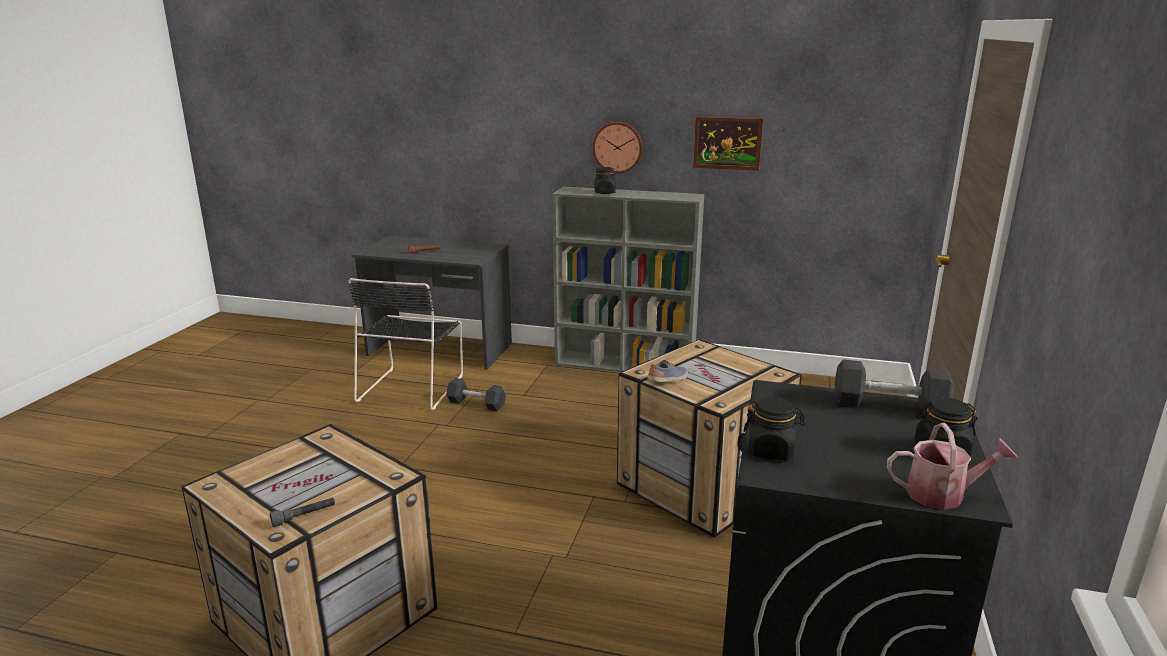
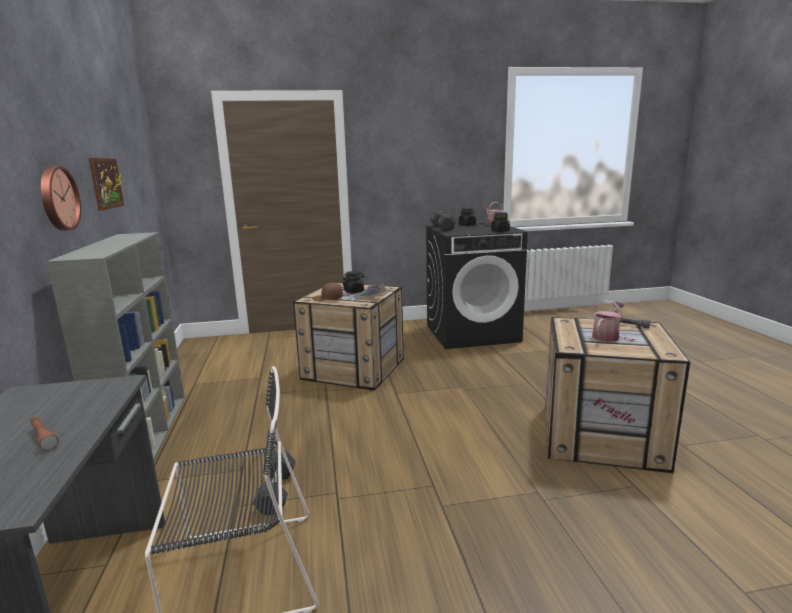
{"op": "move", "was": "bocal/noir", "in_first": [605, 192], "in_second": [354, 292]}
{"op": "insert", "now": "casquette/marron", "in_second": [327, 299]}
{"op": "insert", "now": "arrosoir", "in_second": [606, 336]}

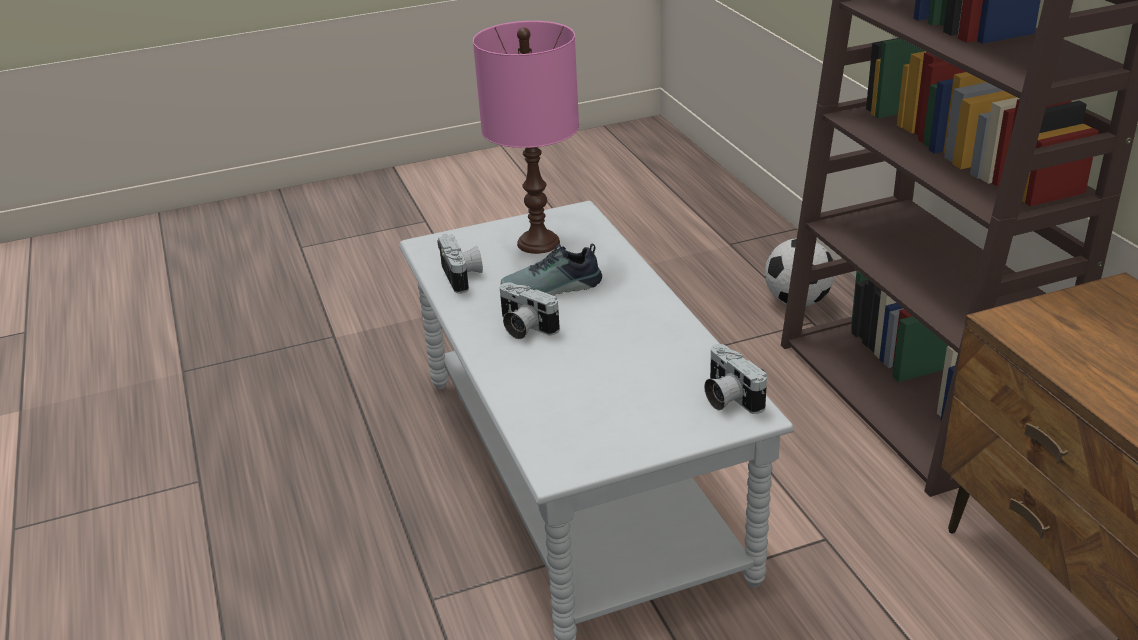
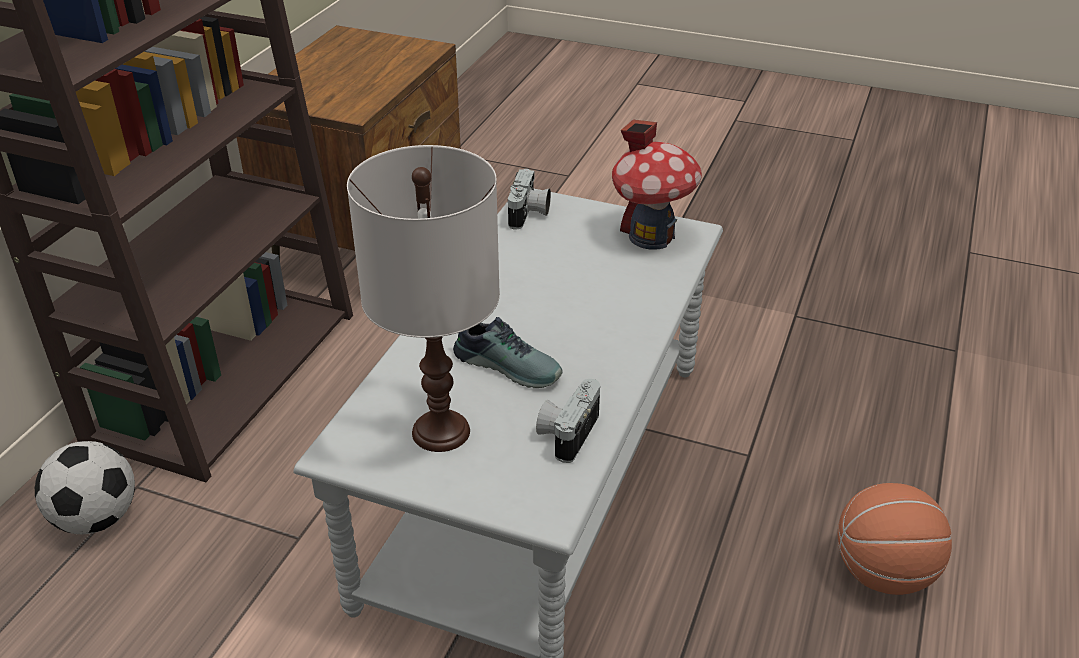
{"op": "recolor", "was": "lampe de table/rose", "now": "lampe de table/blanc", "in_first": [538, 242], "in_second": [440, 432]}
{"op": "delete", "was": "appareil photo", "in_first": [524, 327]}
{"op": "insert", "now": "maison miniature", "in_second": [651, 236]}
{"op": "insert", "now": "ballon de basket", "in_second": [884, 573]}

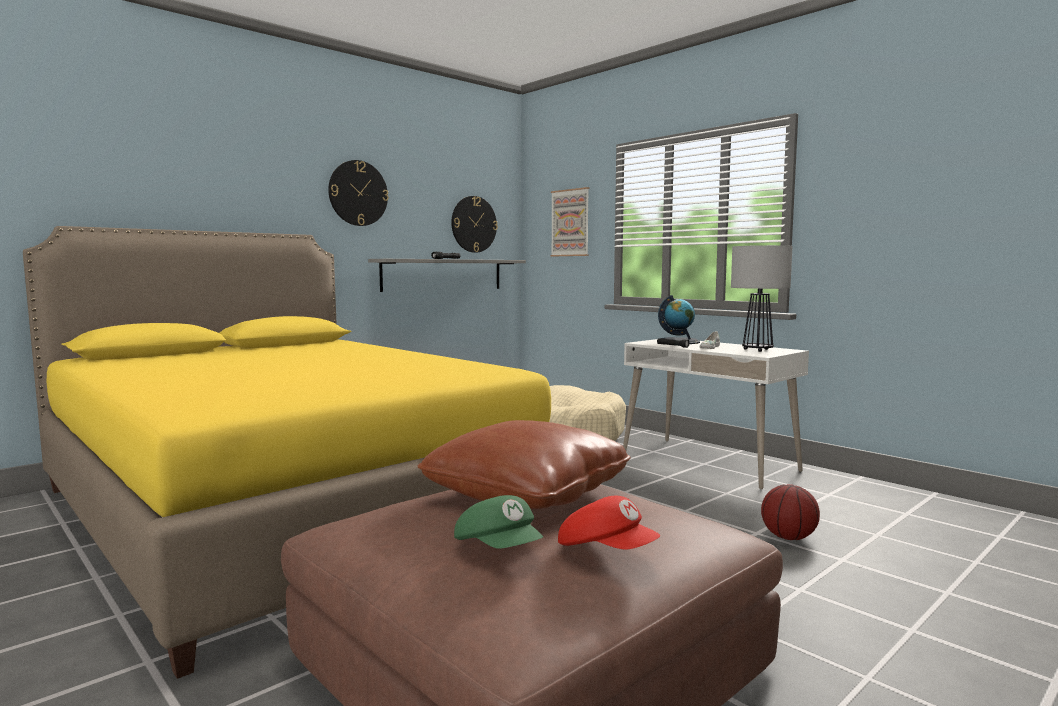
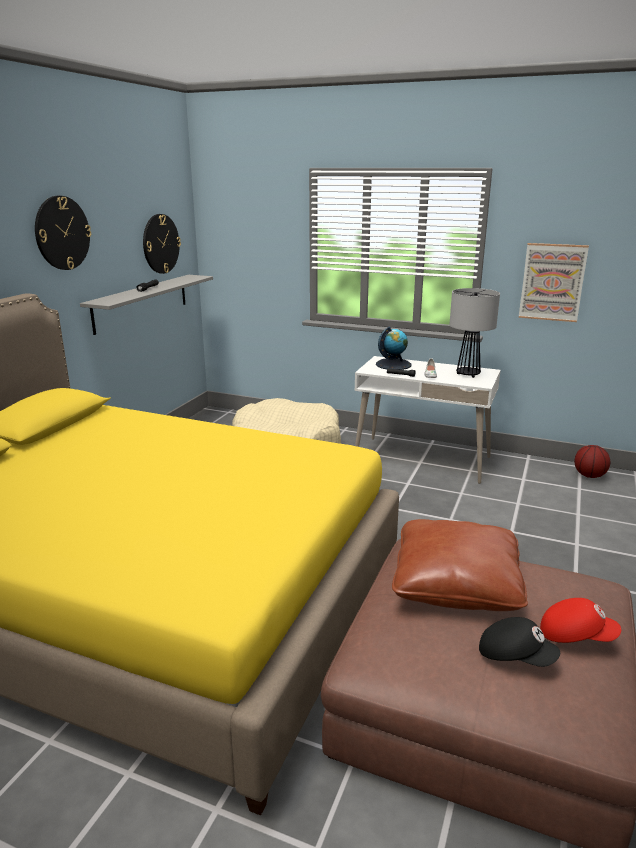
{"op": "recolor", "was": "casquette/vert", "now": "casquette/noir", "in_first": [500, 549], "in_second": [515, 656]}
{"op": "move", "was": "tableau", "in_first": [570, 223], "in_second": [552, 282]}
{"op": "move", "was": "ballon de basket", "in_first": [788, 537], "in_second": [589, 475]}

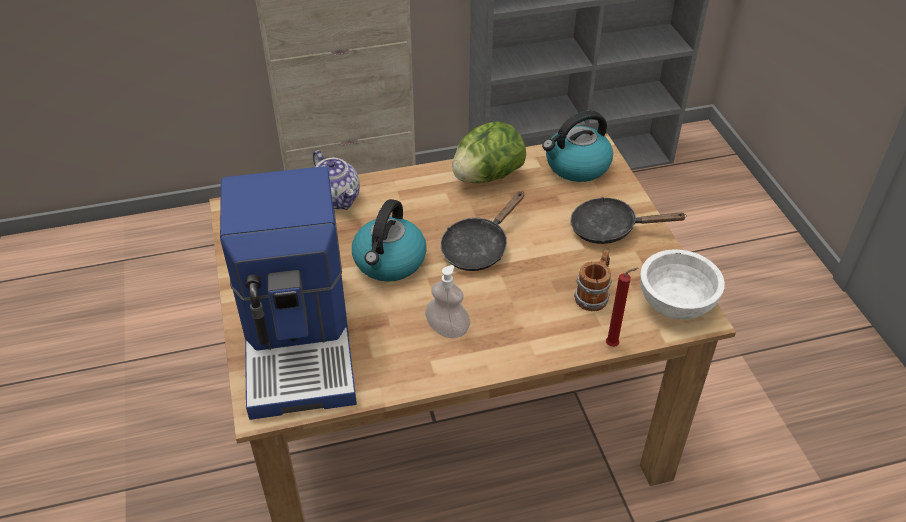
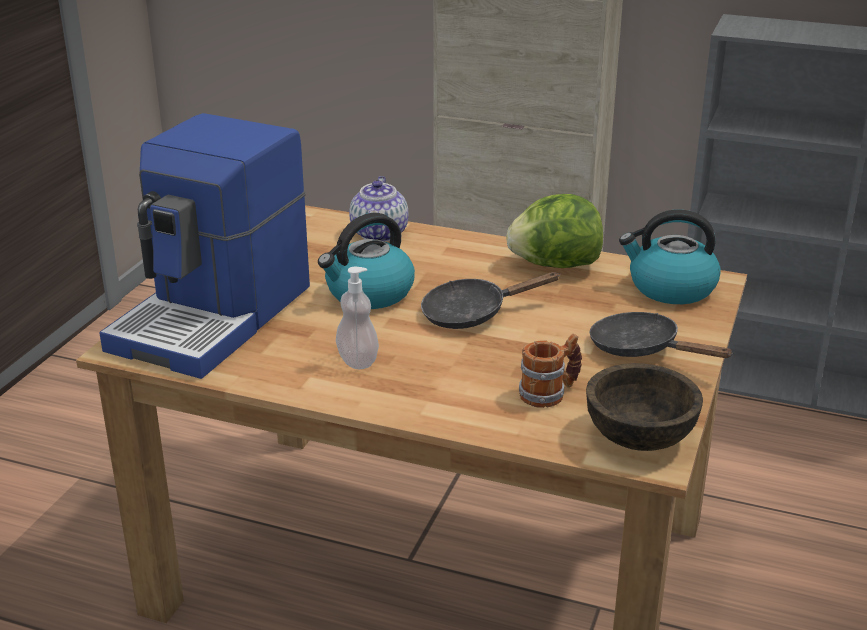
{"op": "delete", "was": "bougie/rouge", "in_first": [614, 345]}
{"op": "recolor", "was": "bol/blanc", "now": "bol/marron", "in_first": [675, 303], "in_second": [638, 436]}

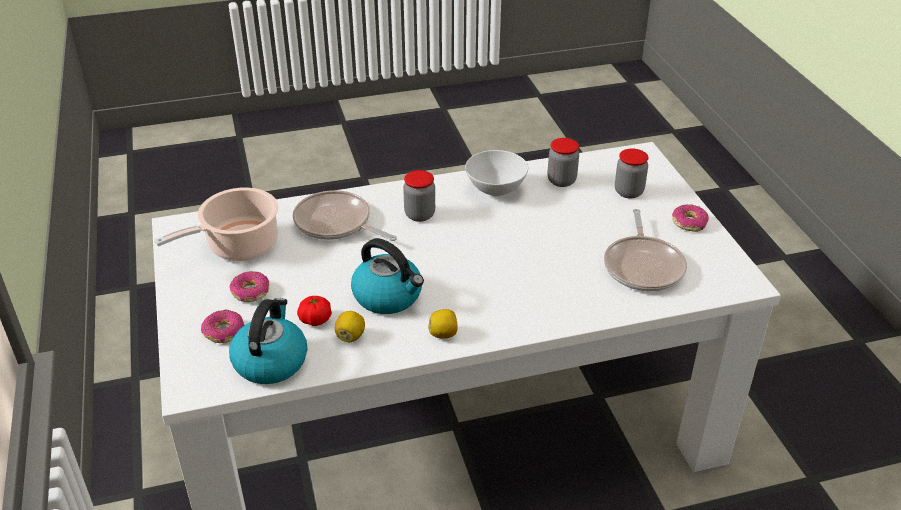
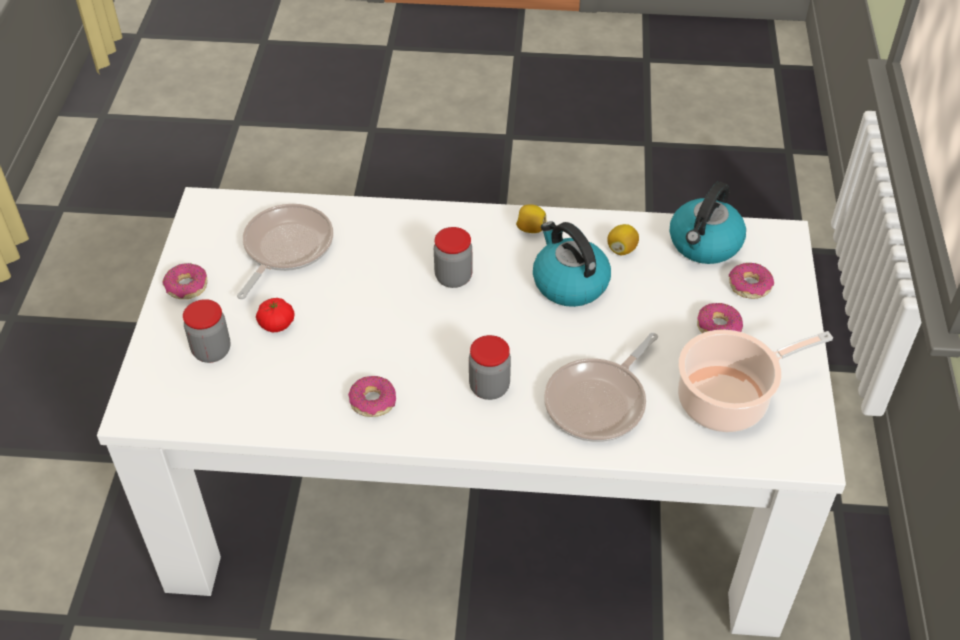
{"op": "rotate", "was": "poêle", "in_first": [336, 223], "in_second": [599, 402], "clockwise": 75}
{"op": "move", "was": "tomate", "in_first": [315, 320], "in_second": [276, 324]}
{"op": "replace", "was": "bol/blanc", "now": "beignet", "in_first": [495, 190], "in_second": [373, 401]}
{"op": "move", "was": "bocal", "in_first": [561, 181], "in_second": [453, 277]}

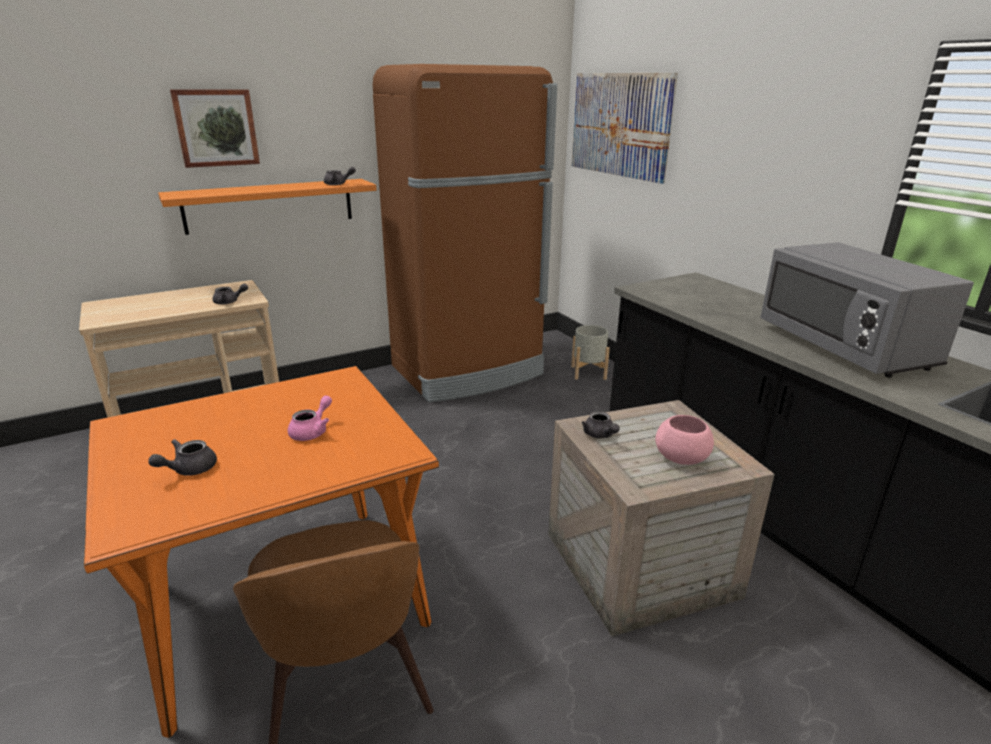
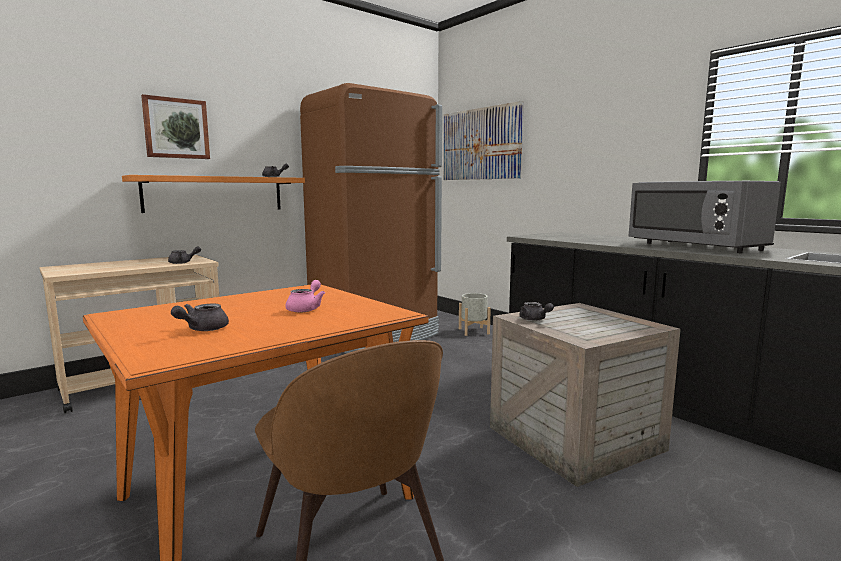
{"op": "delete", "was": "bol/rose", "in_first": [682, 458]}

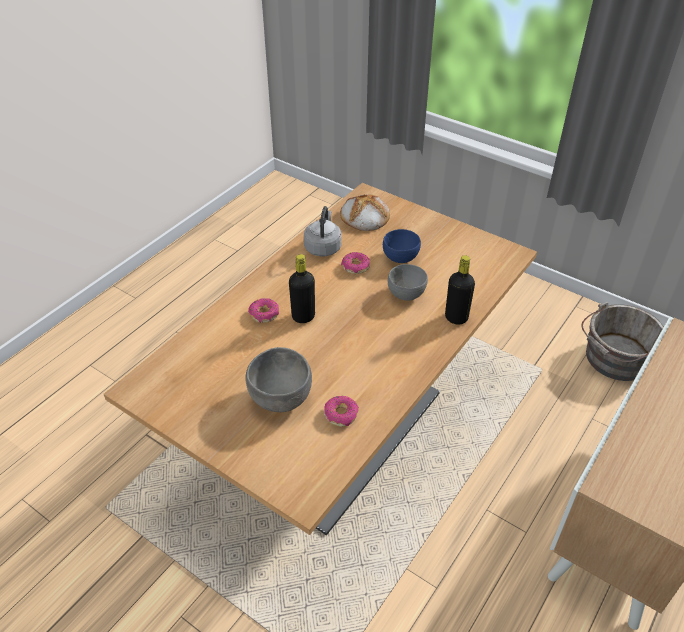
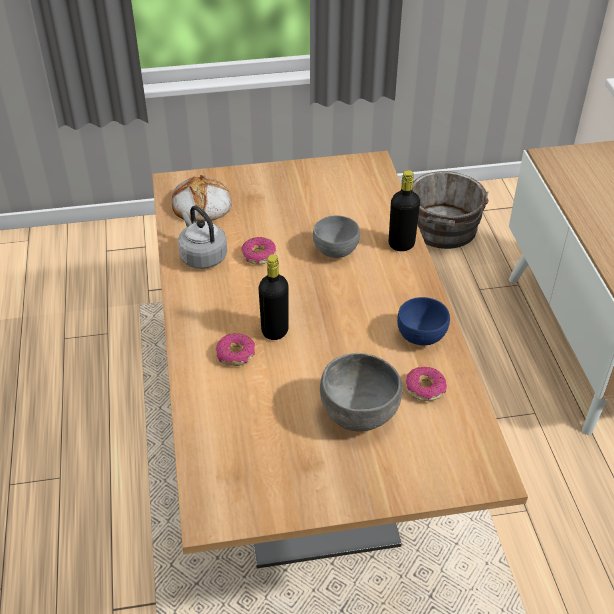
{"op": "move", "was": "bol/bleu", "in_first": [400, 258], "in_second": [421, 337]}

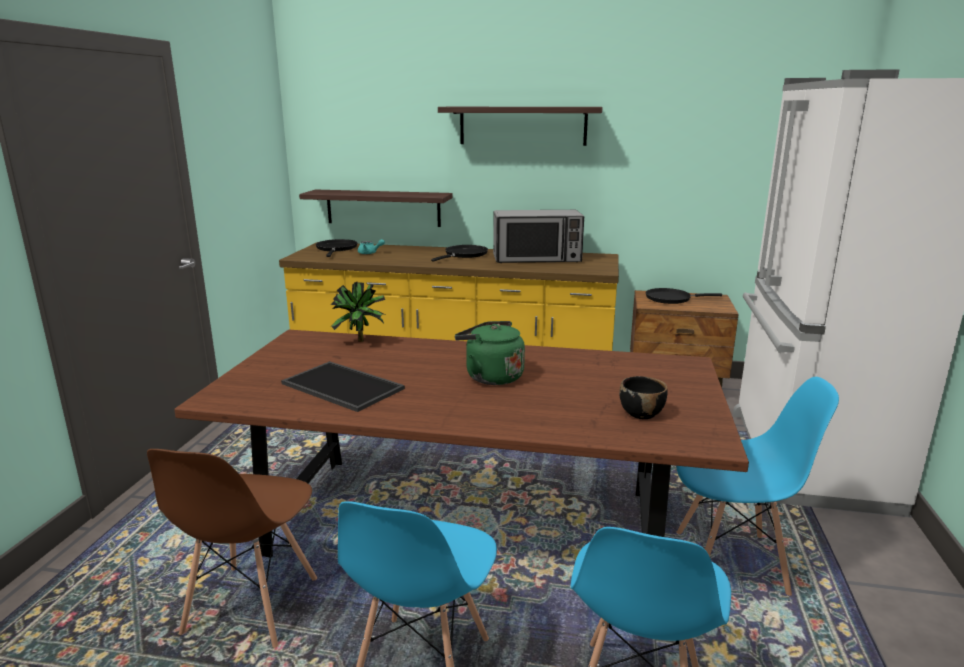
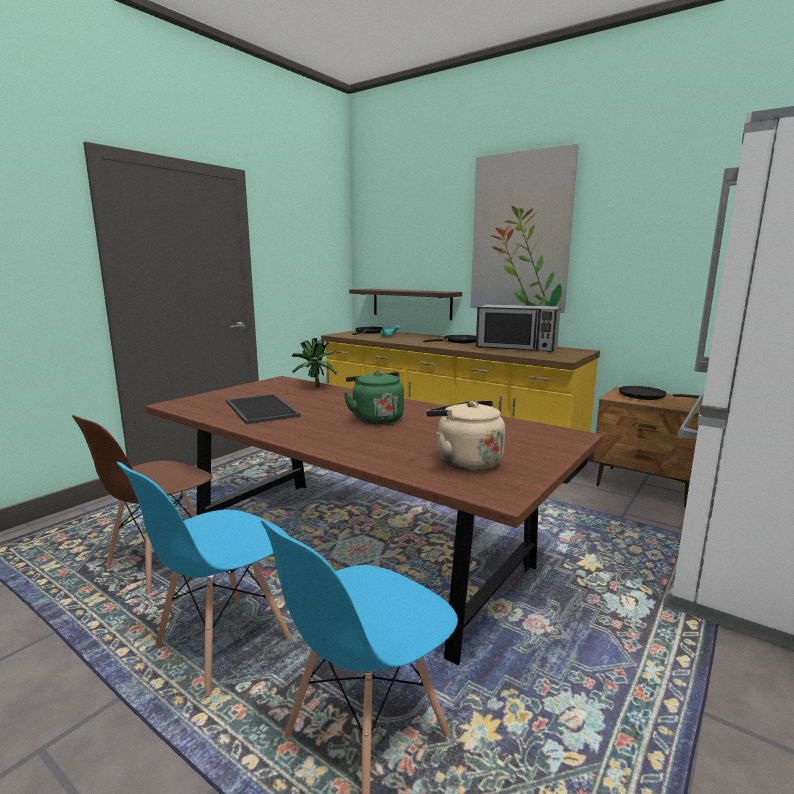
{"op": "replace", "was": "étagère", "now": "tableau", "in_first": [522, 125], "in_second": [520, 233]}
{"op": "replace", "was": "bol/noir", "now": "bouilloire/beige", "in_first": [641, 413], "in_second": [465, 461]}
{"op": "delete", "was": "chaise/bleu", "in_first": [731, 563]}

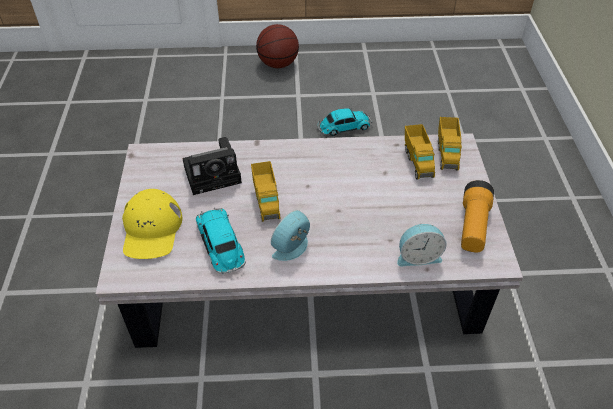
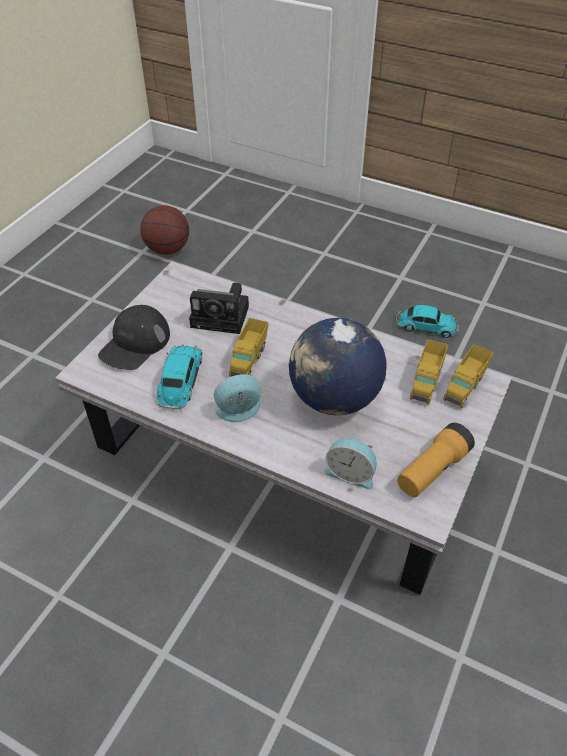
{"op": "recolor", "was": "casquette/jaune", "now": "casquette/noir", "in_first": [152, 229], "in_second": [135, 343]}
{"op": "move", "was": "ballon de basket", "in_first": [278, 64], "in_second": [167, 249]}
{"op": "insert", "now": "globe", "in_second": [334, 398]}

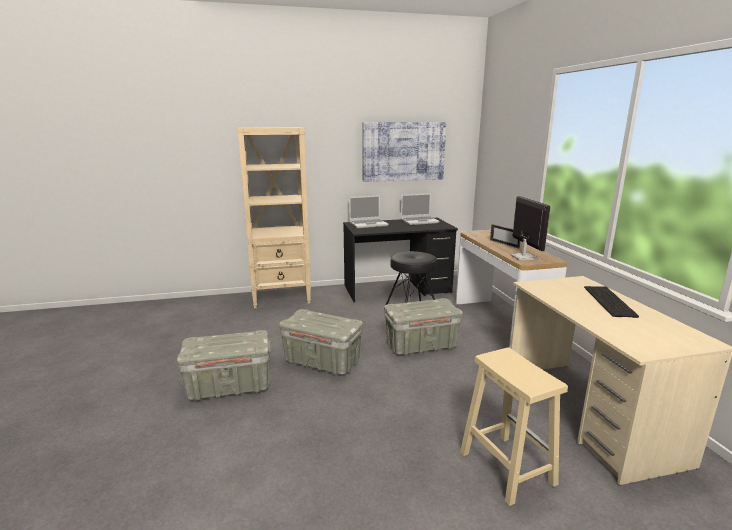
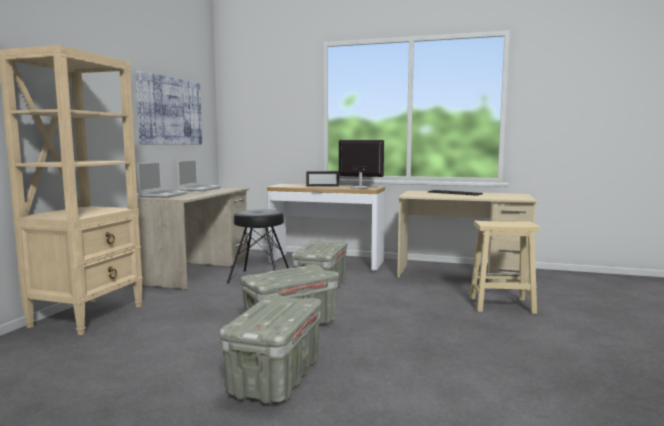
{"op": "recolor", "was": "bureau/noir", "now": "bureau/beige", "in_first": [397, 289], "in_second": [196, 270]}

